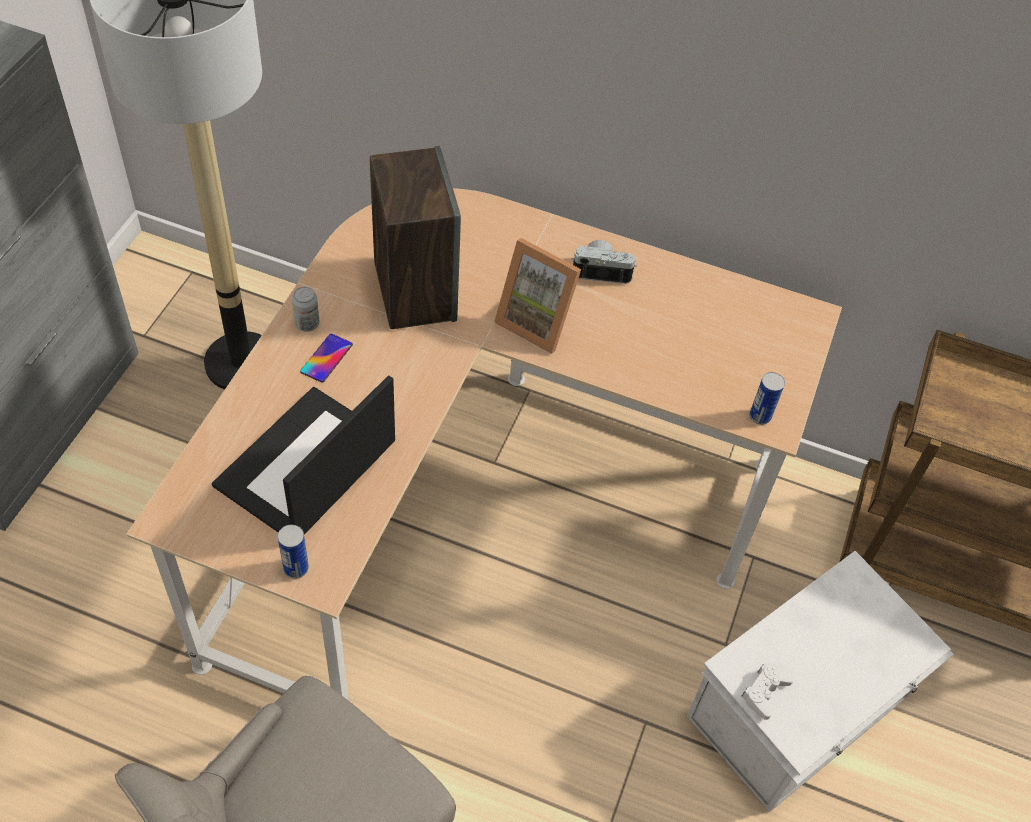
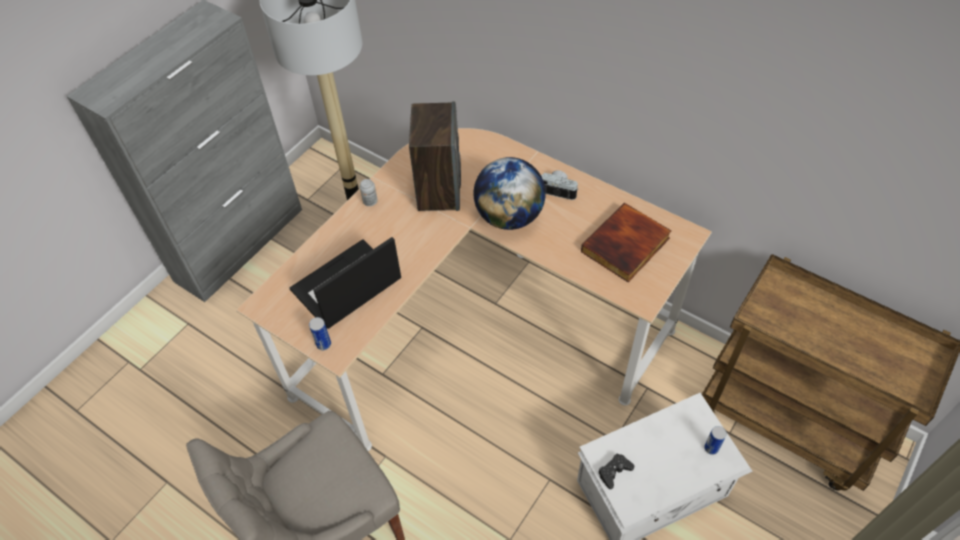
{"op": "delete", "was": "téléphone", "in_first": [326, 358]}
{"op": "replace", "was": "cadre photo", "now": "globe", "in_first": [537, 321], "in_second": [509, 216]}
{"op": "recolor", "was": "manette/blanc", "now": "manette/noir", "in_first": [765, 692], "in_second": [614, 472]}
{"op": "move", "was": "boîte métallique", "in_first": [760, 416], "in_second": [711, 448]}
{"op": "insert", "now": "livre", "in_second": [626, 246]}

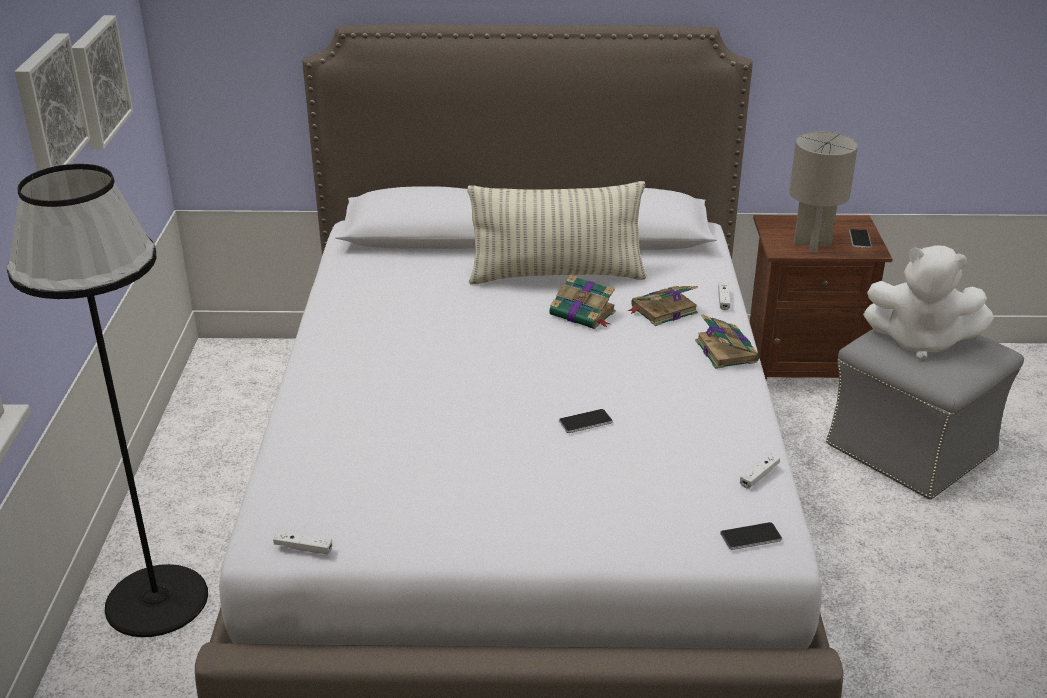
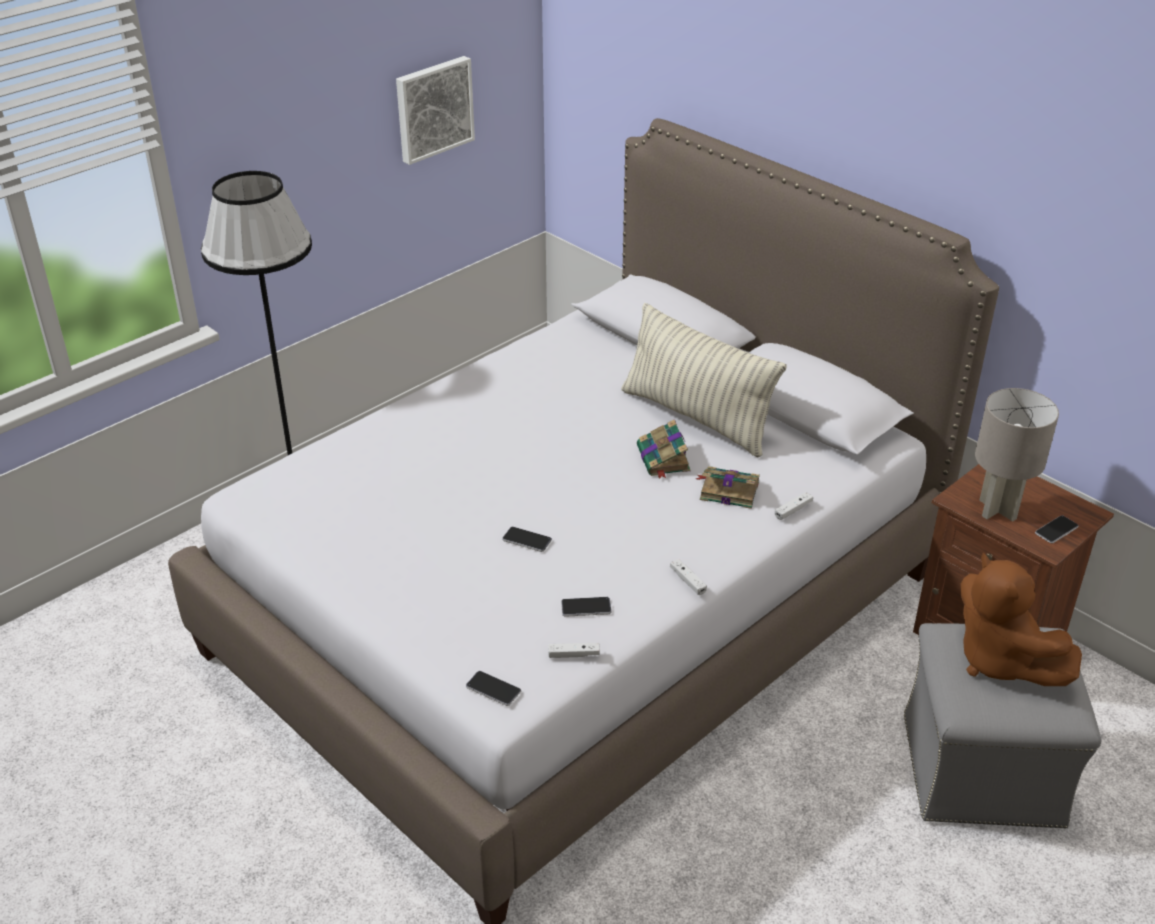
{"op": "delete", "was": "tableau", "in_first": [47, 107]}
{"op": "move", "was": "manette/blanc", "in_first": [303, 548], "in_second": [687, 581]}
{"op": "delete", "was": "livre", "in_first": [725, 350]}
{"op": "recolor", "was": "peluche/blanc", "now": "peluche/marron", "in_first": [920, 342], "in_second": [1000, 660]}
{"op": "insert", "now": "téléphone", "in_second": [586, 607]}

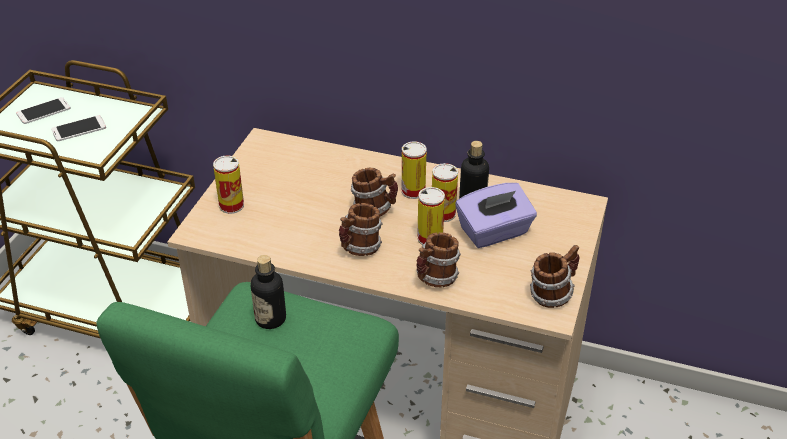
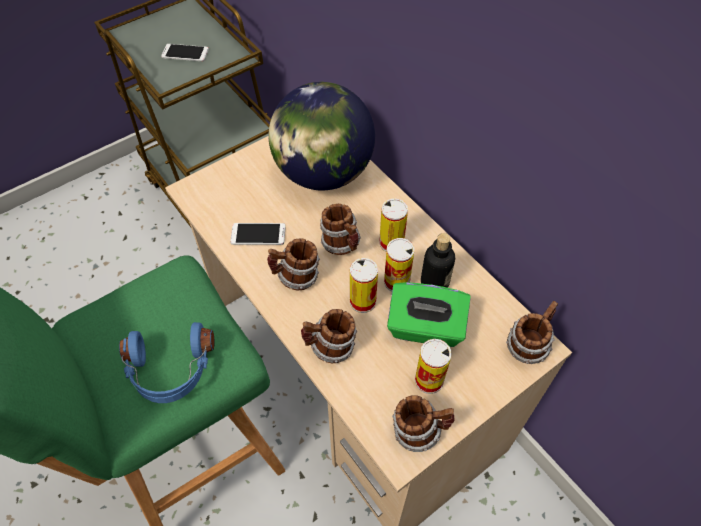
{"op": "move", "was": "téléphone", "in_first": [43, 111], "in_second": [258, 234]}
{"op": "move", "was": "boîte métallique", "in_first": [231, 205], "in_second": [429, 380]}
{"op": "delete", "was": "bouteille", "in_first": [270, 319]}
{"op": "recolor", "was": "boîte à mouchoirs/violet", "now": "boîte à mouchoirs/vert", "in_first": [494, 232], "in_second": [425, 328]}
{"op": "insert", "now": "casque audio/bleu", "in_second": [171, 370]}
{"op": "insert", "now": "globe", "in_second": [323, 173]}
{"op": "insert", "now": "mug", "in_second": [528, 345]}

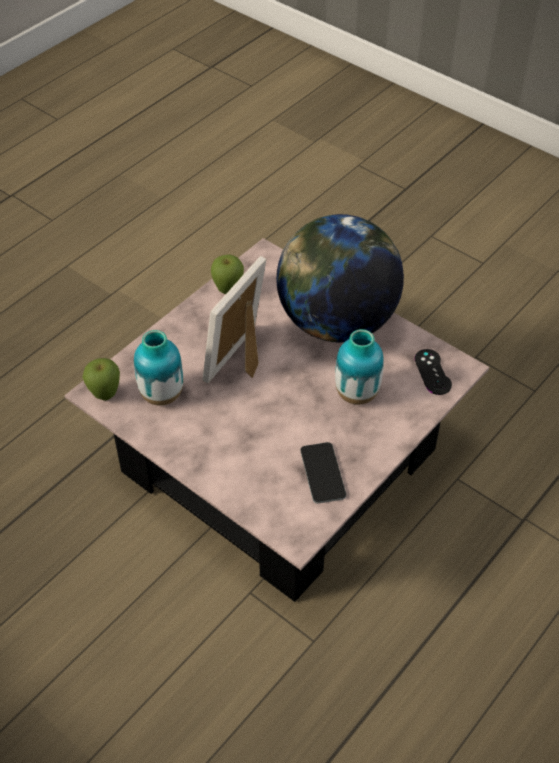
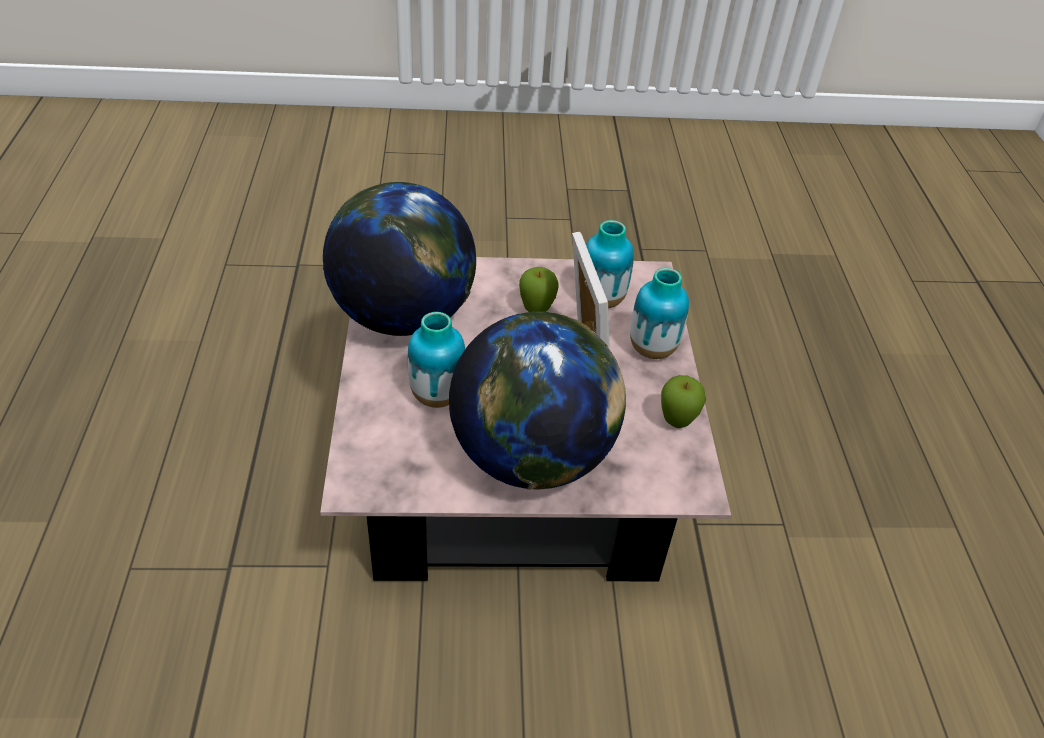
{"op": "move", "was": "pomme", "in_first": [105, 395], "in_second": [536, 312]}
{"op": "replace", "was": "téléphone", "now": "globe", "in_first": [322, 473], "in_second": [403, 317]}
{"op": "delete", "was": "manette/noir", "in_first": [432, 372]}
{"op": "insert", "now": "vase", "in_second": [652, 349]}

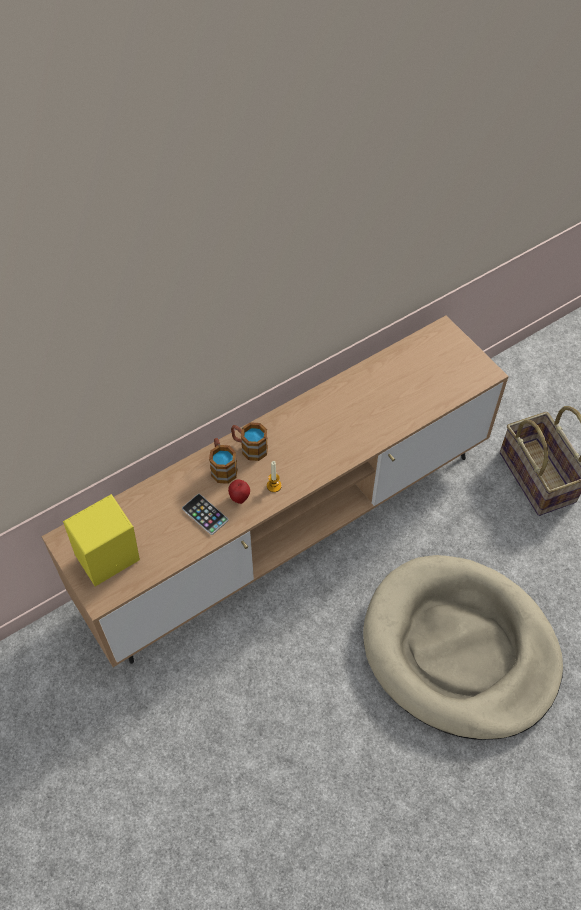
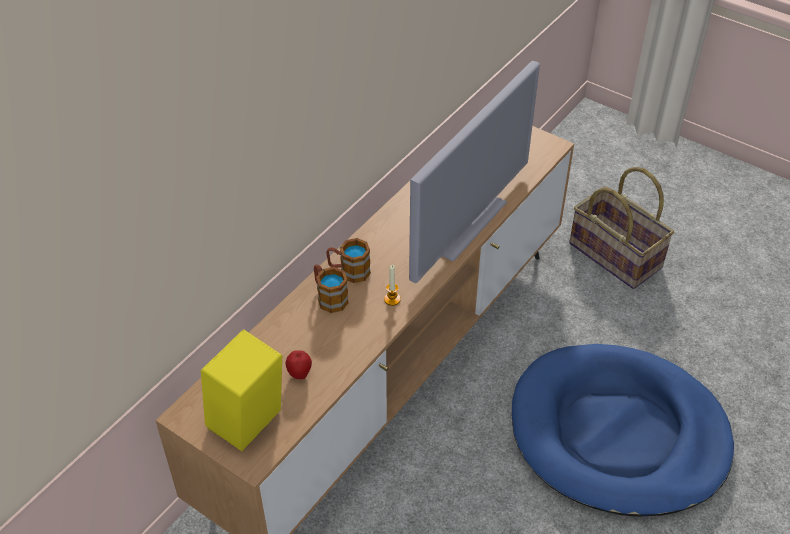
{"op": "delete", "was": "téléphone", "in_first": [205, 514]}
{"op": "move", "was": "pomme", "in_first": [239, 498], "in_second": [299, 374]}
{"op": "recolor", "was": "panier pour chien/beige", "now": "panier pour chien/bleu", "in_first": [459, 649], "in_second": [618, 434]}
{"op": "insert", "now": "téléviseur", "in_second": [465, 223]}

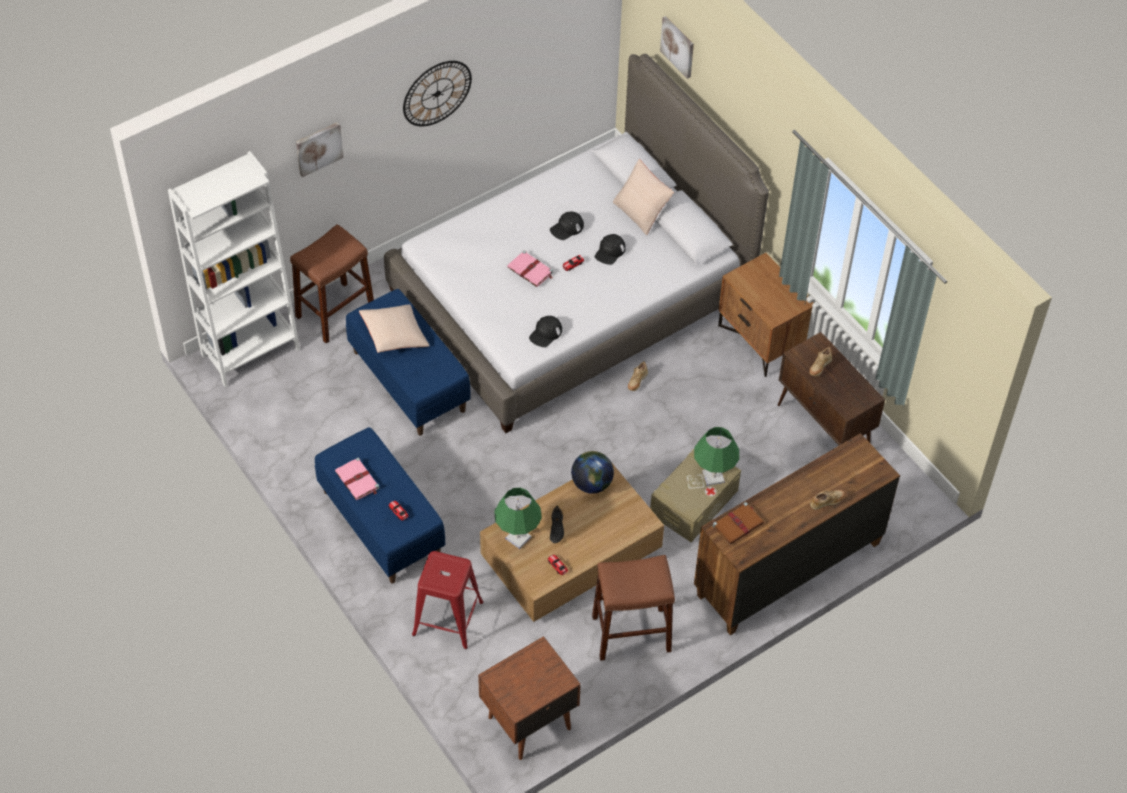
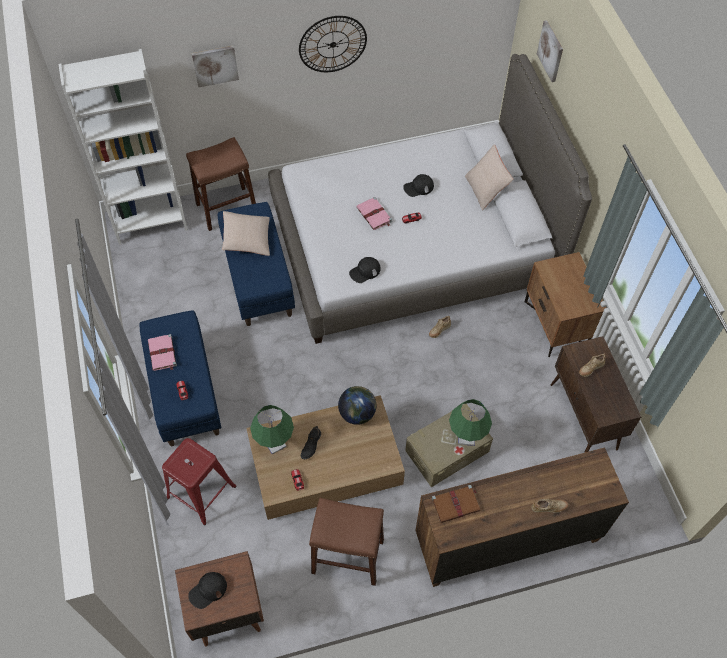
{"op": "move", "was": "casquette/noir", "in_first": [610, 251], "in_second": [208, 590]}

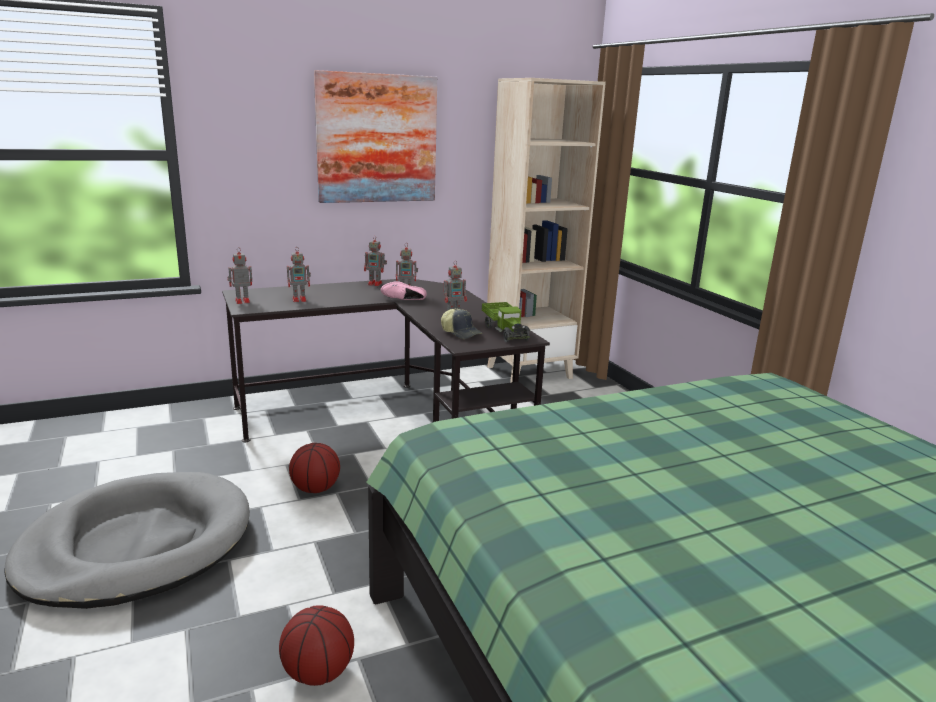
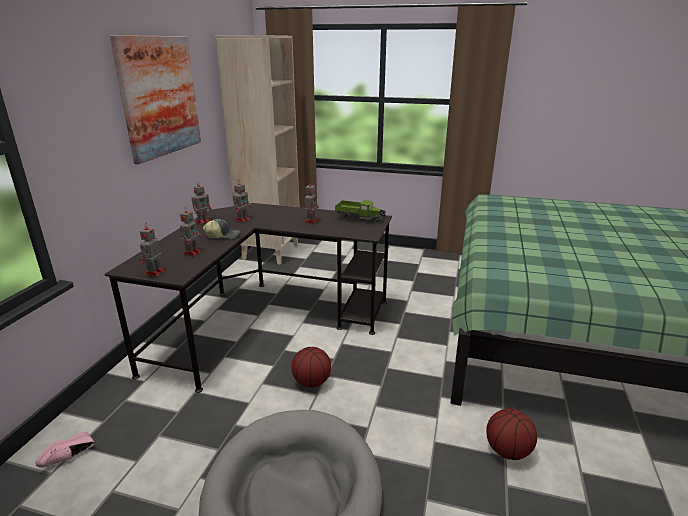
{"op": "move", "was": "chaussure/rose", "in_first": [404, 301], "in_second": [70, 457]}
{"op": "move", "was": "casquette", "in_first": [461, 333], "in_second": [223, 235]}

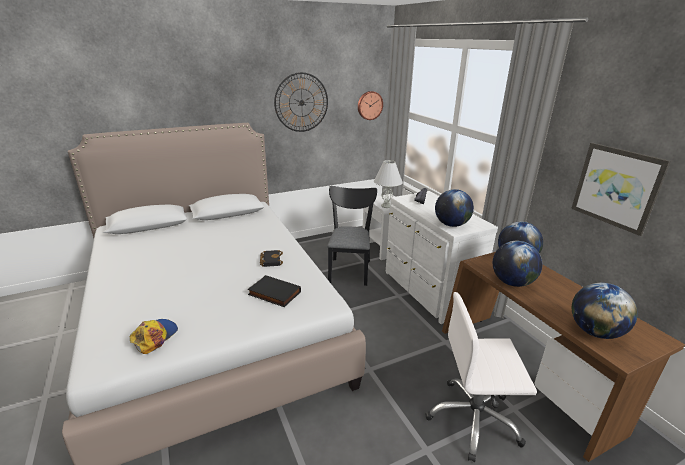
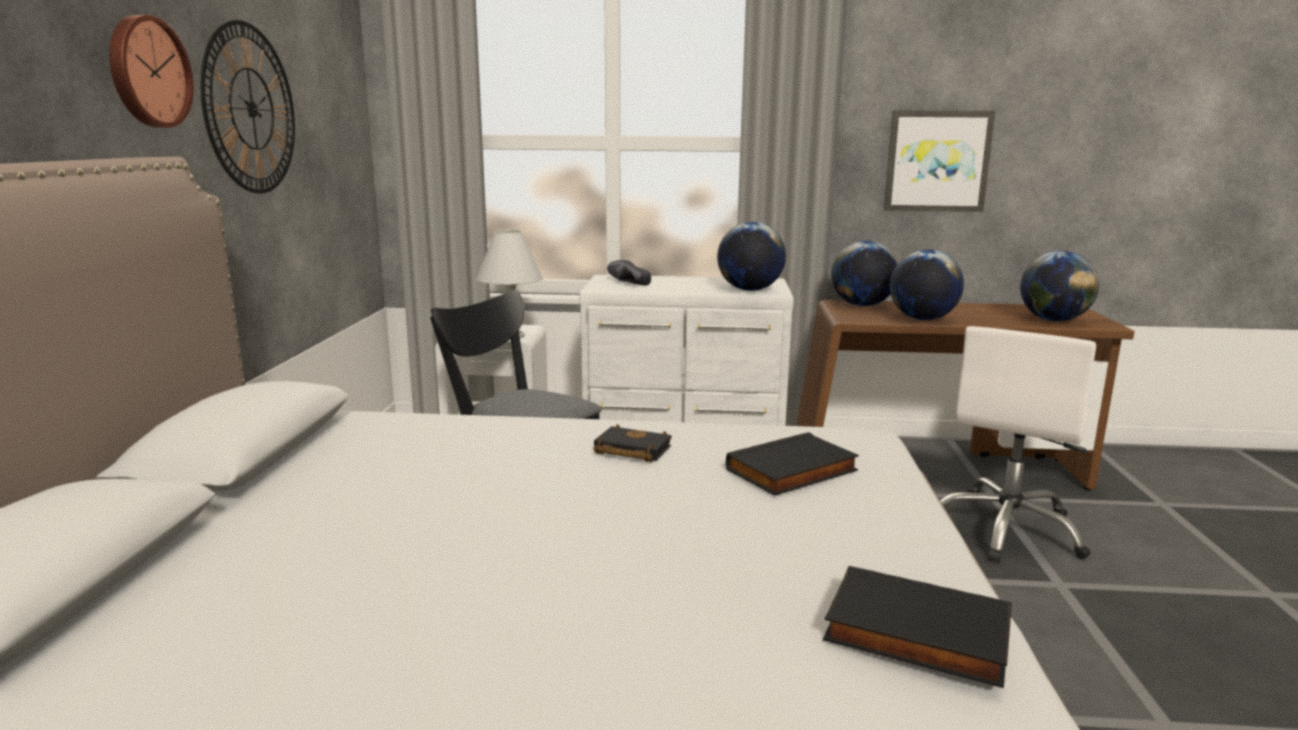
{"op": "replace", "was": "casquette", "now": "livre/noir", "in_first": [154, 337], "in_second": [915, 635]}
{"op": "move", "was": "horloge murale", "in_first": [369, 105], "in_second": [147, 72]}

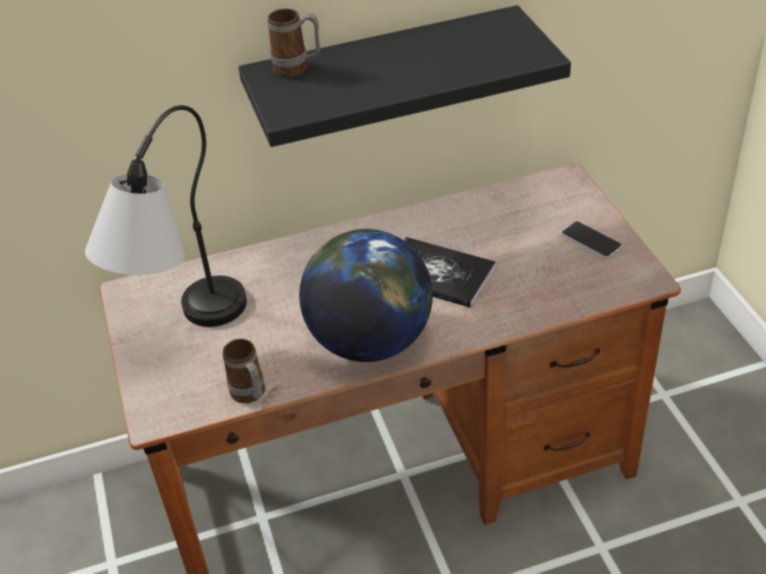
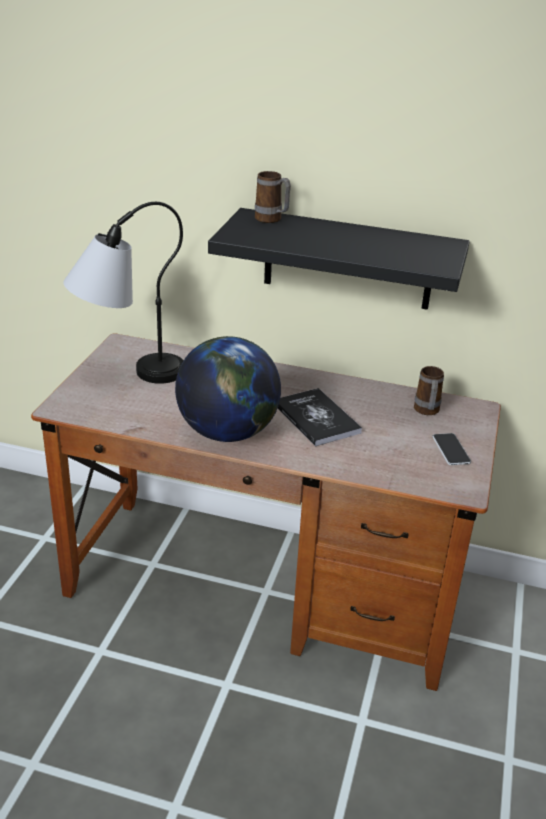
{"op": "move", "was": "mug", "in_first": [250, 396], "in_second": [426, 412]}

